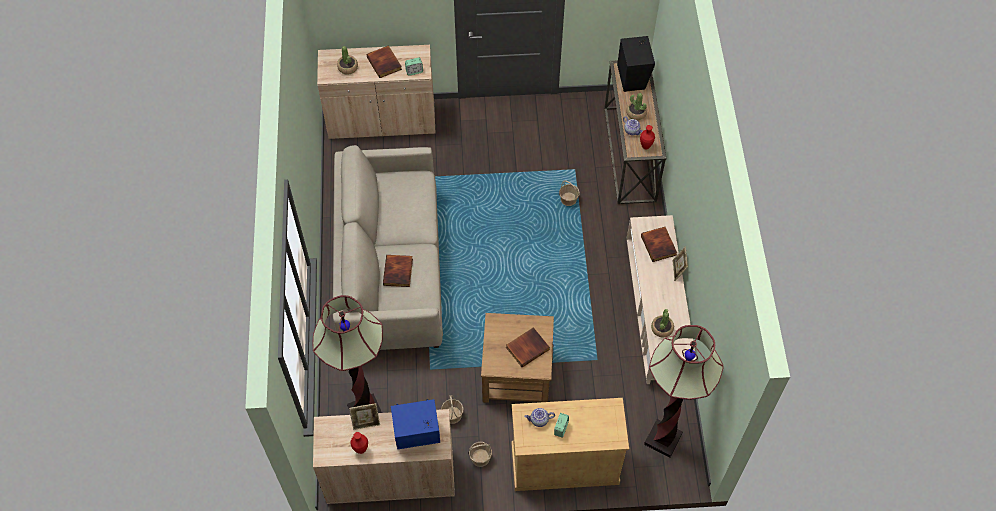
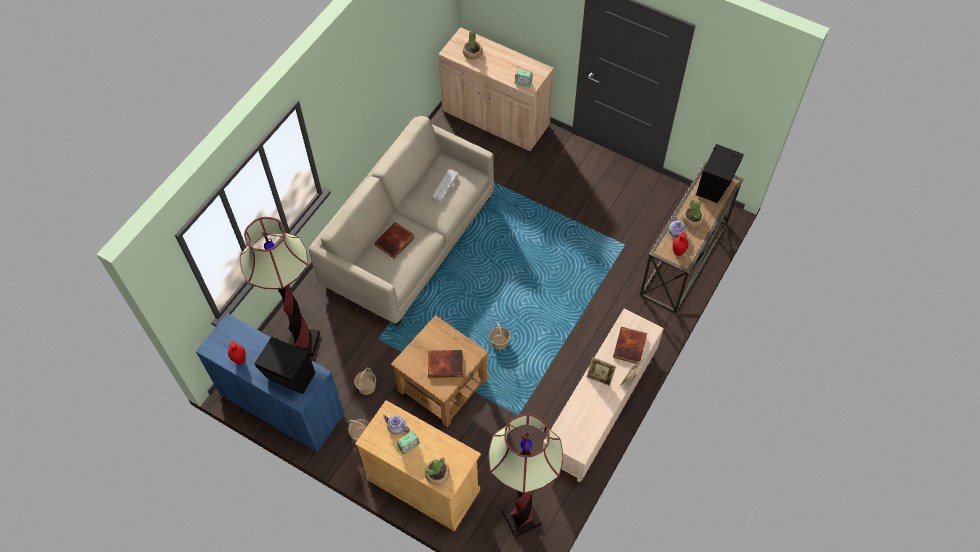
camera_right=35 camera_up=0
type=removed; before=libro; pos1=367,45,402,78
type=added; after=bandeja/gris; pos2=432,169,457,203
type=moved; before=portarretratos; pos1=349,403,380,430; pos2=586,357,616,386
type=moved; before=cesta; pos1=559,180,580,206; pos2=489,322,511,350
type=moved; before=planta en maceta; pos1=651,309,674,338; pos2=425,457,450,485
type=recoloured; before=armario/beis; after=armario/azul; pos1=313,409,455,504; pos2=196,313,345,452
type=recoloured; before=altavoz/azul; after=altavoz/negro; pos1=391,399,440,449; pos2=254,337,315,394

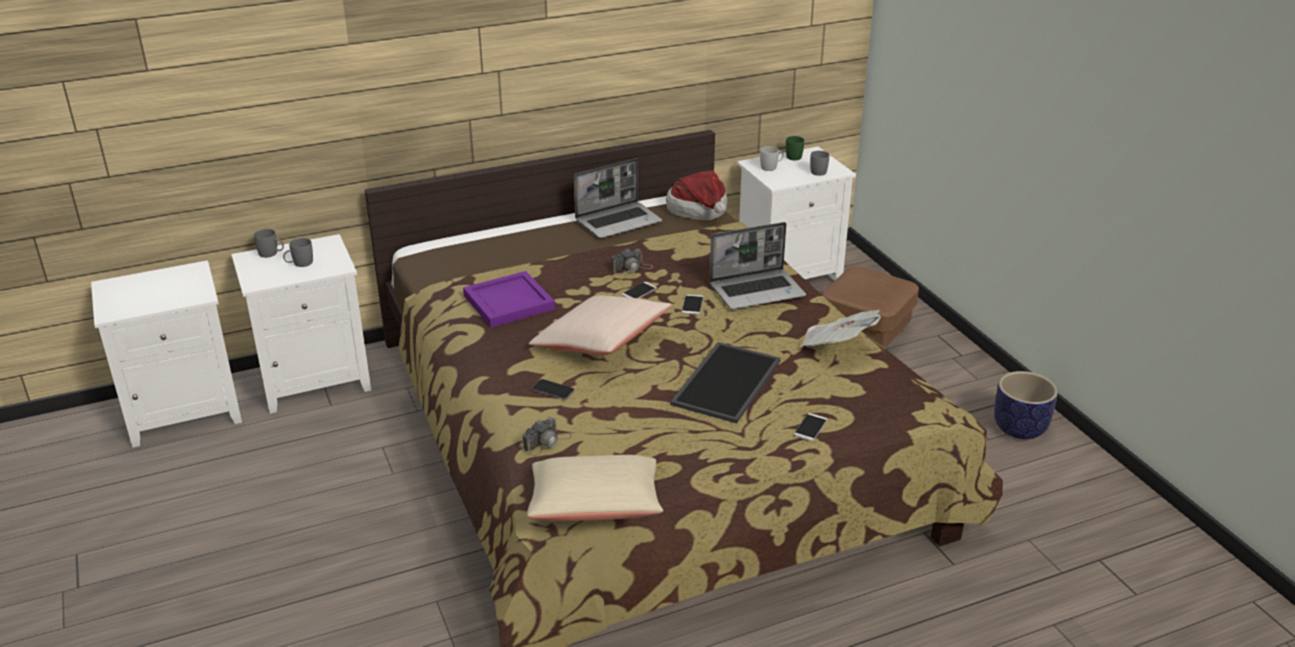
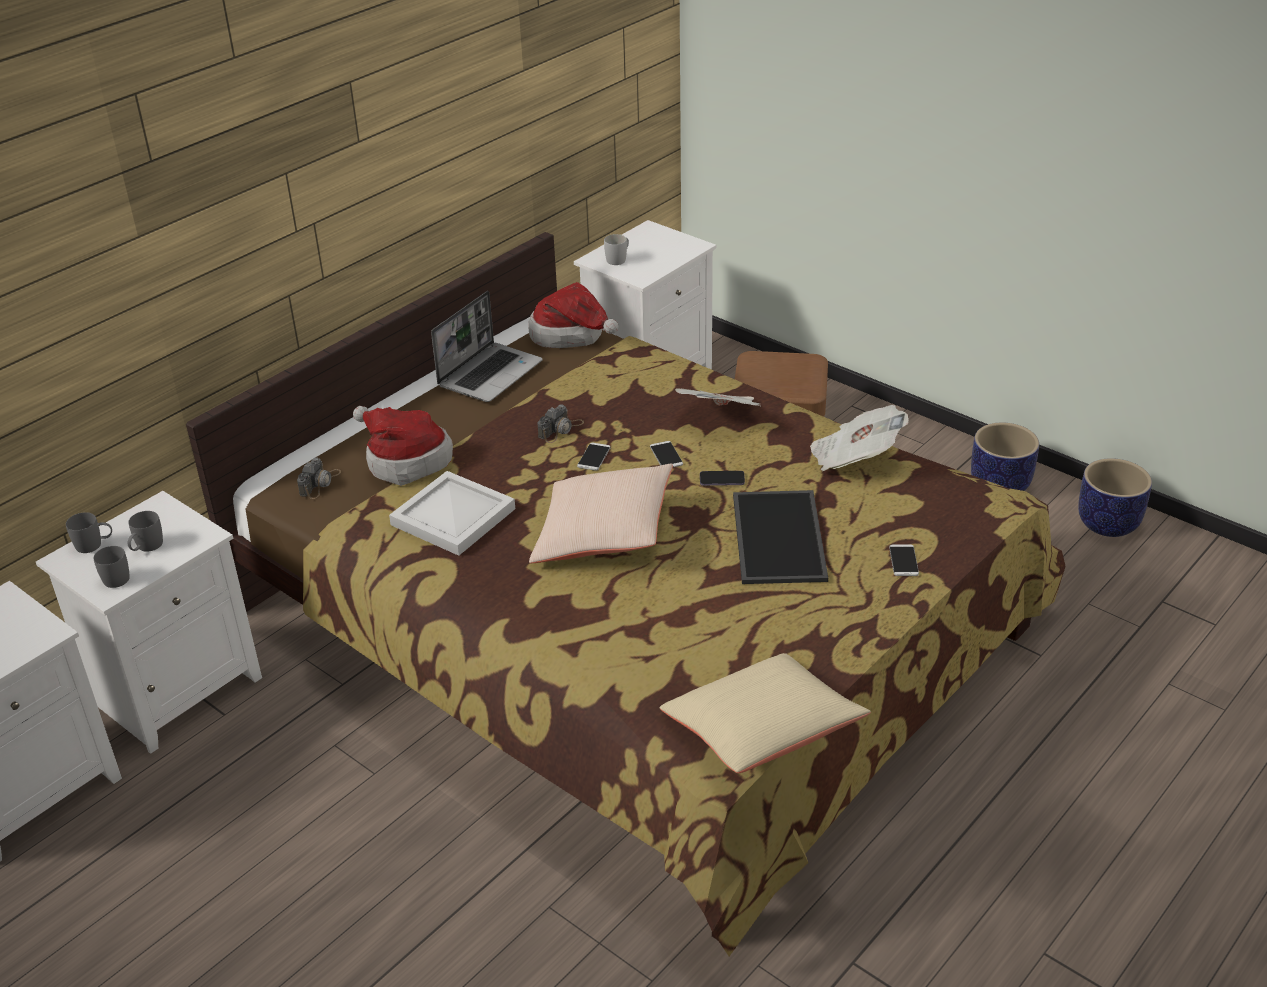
camera_right=-25 camera_up=5
type=removed; before=taza grande/verde; pos1=786,136,804,160
type=added; after=sombrero; pos2=353,406,453,486
type=added; after=maceta; pos2=1078,458,1152,537
type=moved; before=cámara; pos1=523,417,572,456; pos2=297,457,341,499
type=moved; before=móvil; pos1=532,379,574,400; pos2=700,471,745,486
type=moved; before=taza grande/gris; pos1=810,151,829,176; pos2=93,546,130,588
type=replaced; before=portátil; after=periódico; pos1=709,222,806,310; pos2=675,388,762,407
type=recoloured; before=bandeja/morado; after=bandeja/blanco; pos1=463,271,555,327; pos2=389,471,515,556

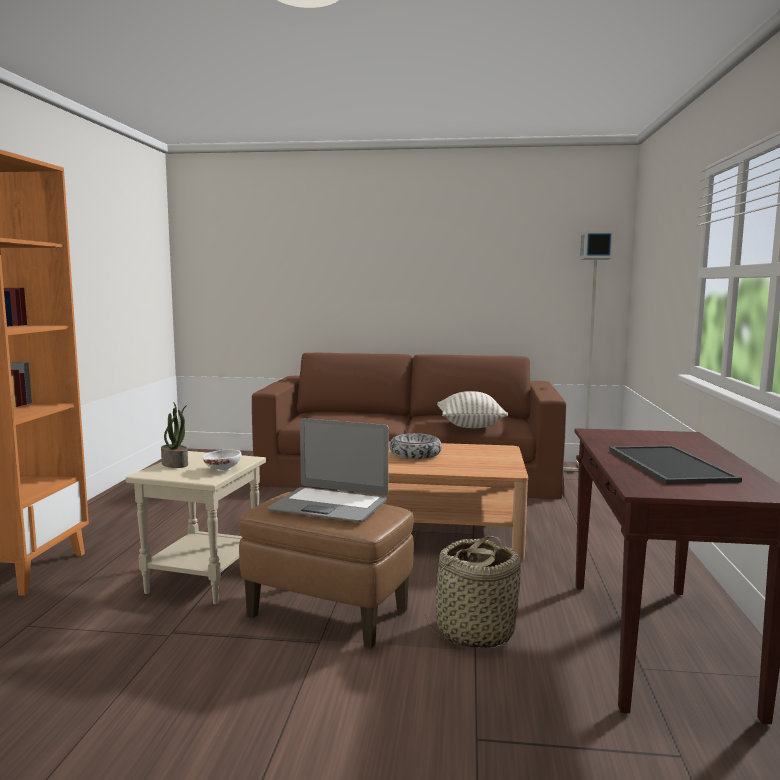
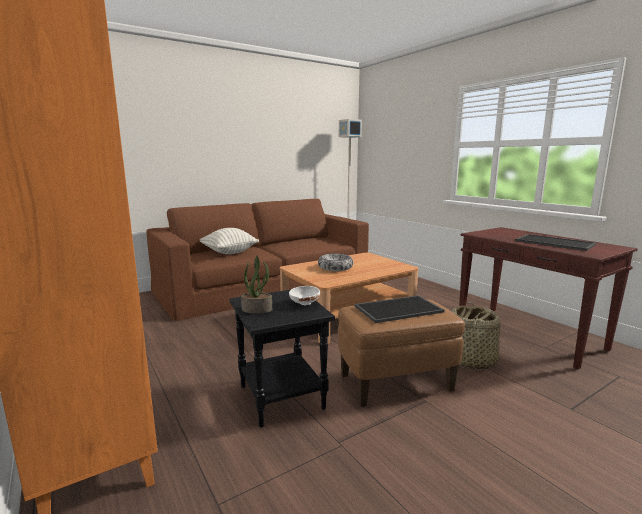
camera_right=-40 camera_up=5
type=moved; before=cojín; pos1=437,391,508,428; pos2=200,228,259,254
type=replaced; before=portátil; after=bandeja; pos1=267,418,389,522; pos2=355,295,445,323
type=recoloured; before=mesa auxiliar/beis; after=mesa auxiliar/negro; pos1=126,451,266,604; pos2=230,290,335,427

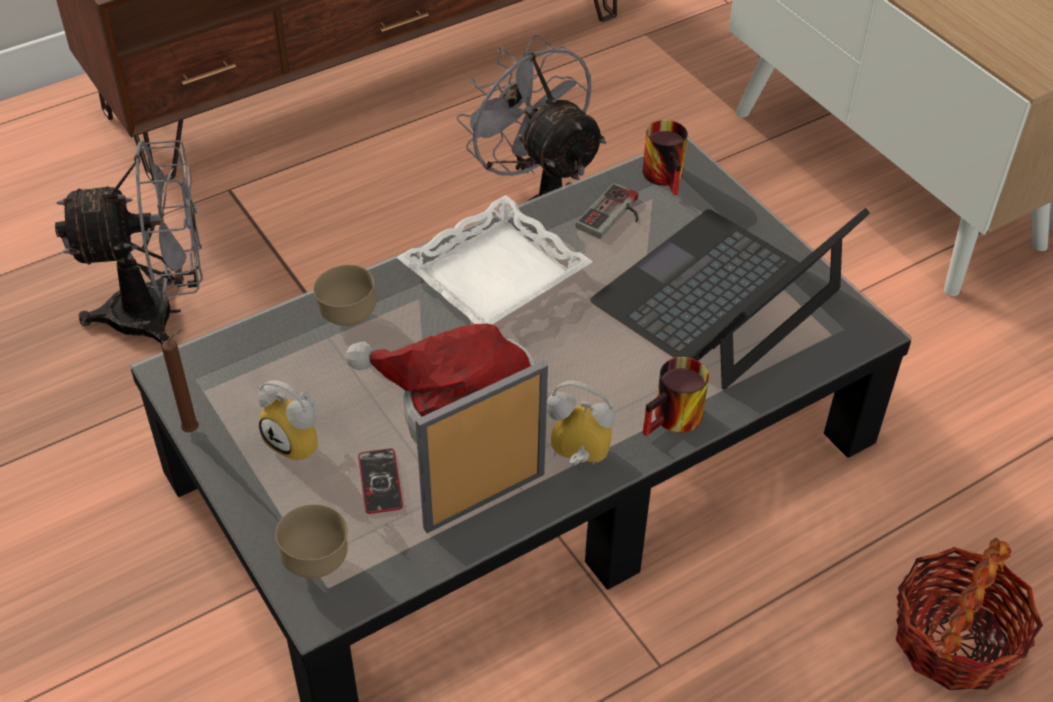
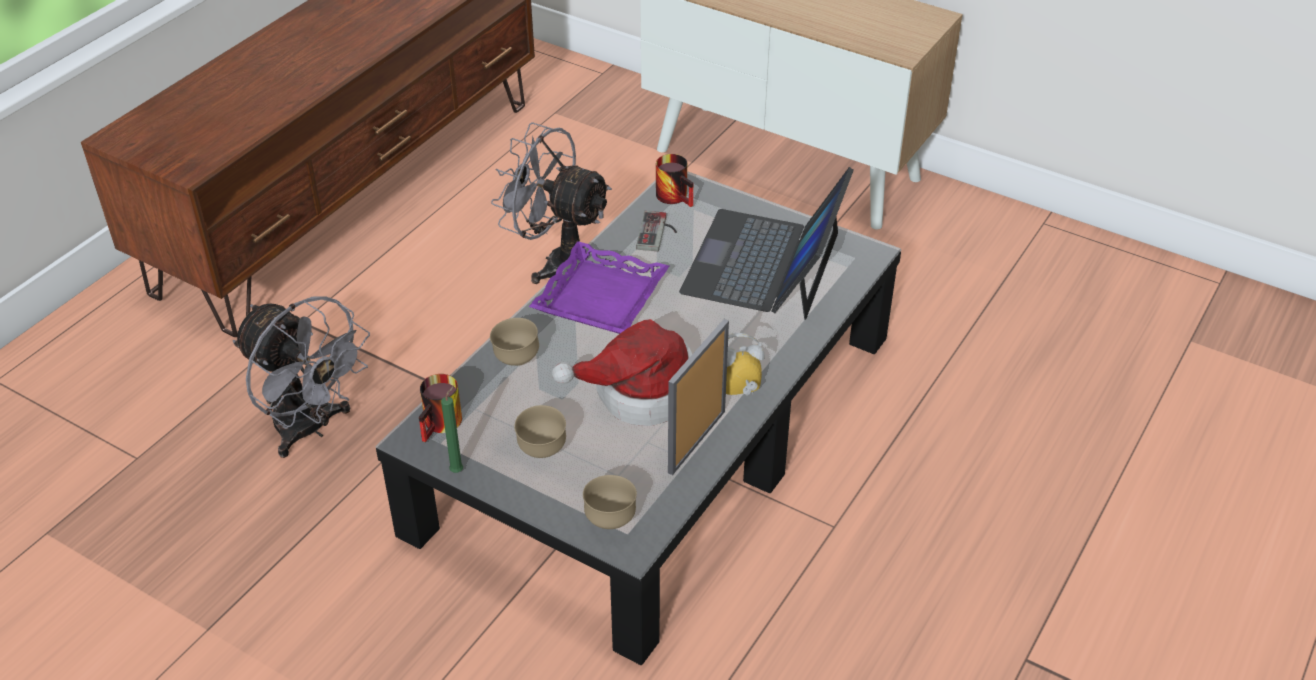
camera_right=-25 camera_up=-5
type=removed; before=móvil; pos1=358,448,403,514
type=removed; before=cesta; pos1=896,538,1043,690
type=moved; before=taza grande; pos1=643,357,709,436; pos2=419,374,462,442
type=replaced; before=despertador; after=cuenco/marrón; pos1=258,380,319,463; pos2=514,405,566,458
type=recoloured; before=vela/marrón; after=vela/verde; pos1=162,329,199,432; pos2=441,385,463,473
type=recoloured; before=bandeja/blanco; after=bandeja/morado; pos1=397,195,593,324; pos2=529,241,669,334
type=turned; before=ventilador/gris; pos1=55,140,203,347; pos2=233,296,370,458; turn=75

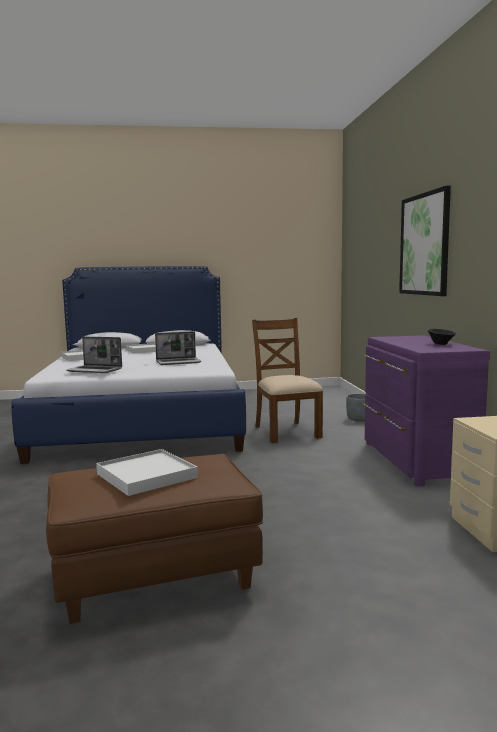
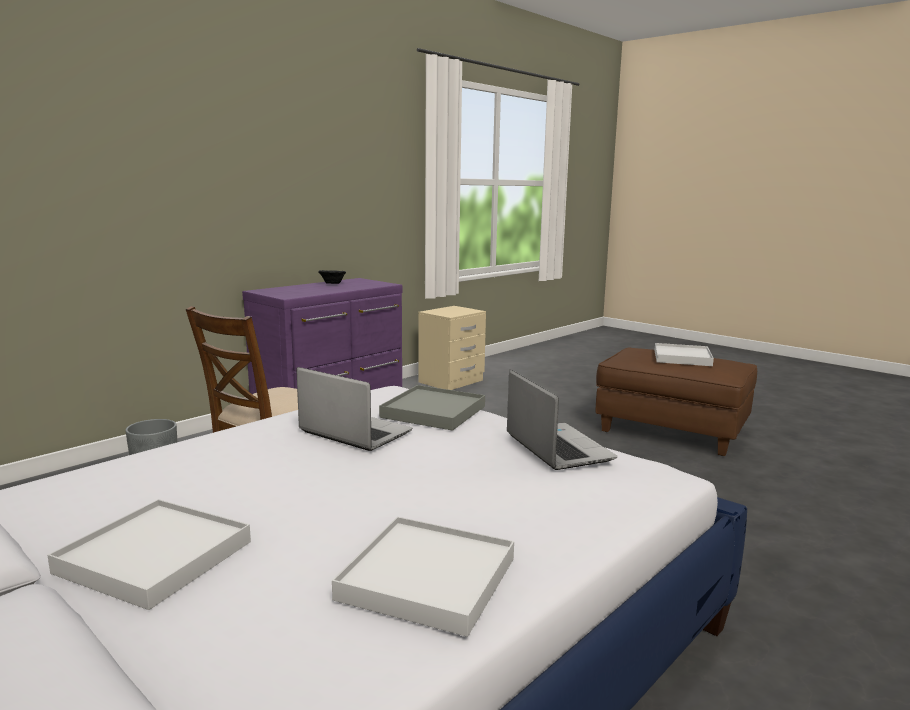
camera_right=-130 camera_up=5
type=removed; before=cuadro; pos1=399,186,451,296
type=added; after=bandeja/gris; pos2=379,385,485,431

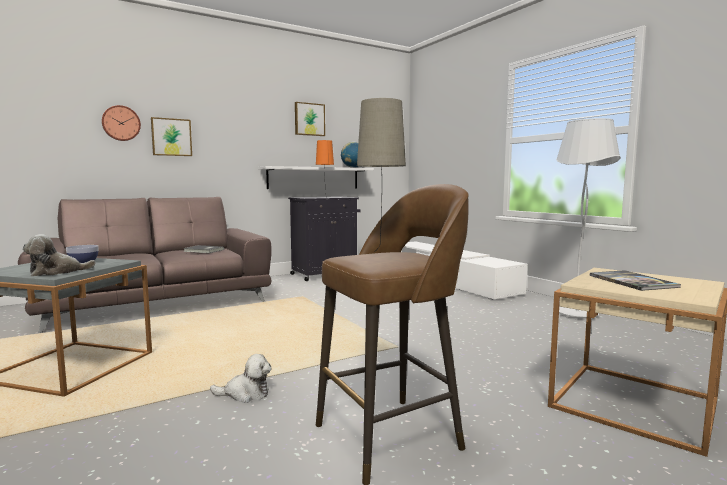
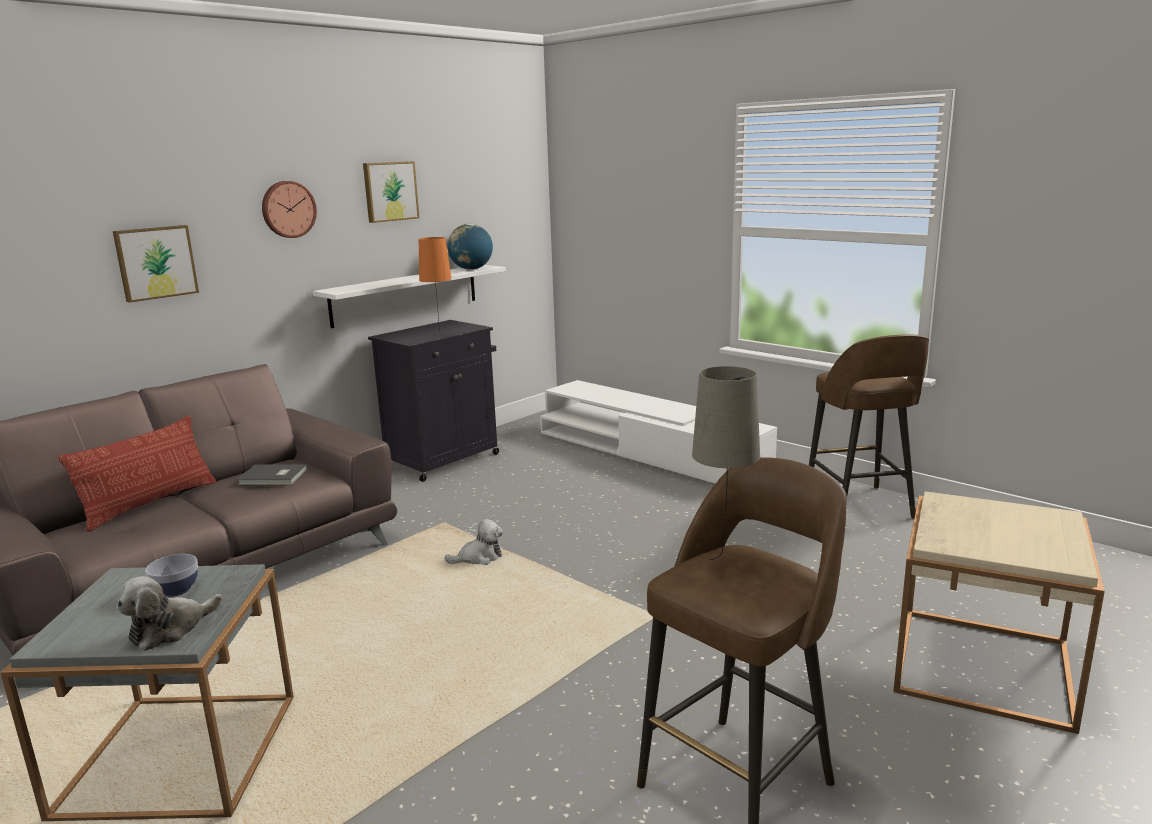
camera_right=-15 camera_up=10
type=removed; before=libro; pos1=589,270,681,291
type=added; after=cojín; pos2=58,416,216,532
type=moved; before=reloj de pared; pos1=102,105,141,141; pos2=262,181,317,238
type=moved; before=peluche; pos1=210,354,271,403; pos2=445,519,503,565
type=replaced; before=lámpara de pie/blanco; after=taburete/marrón; pos1=556,118,621,320; pos2=809,334,929,519

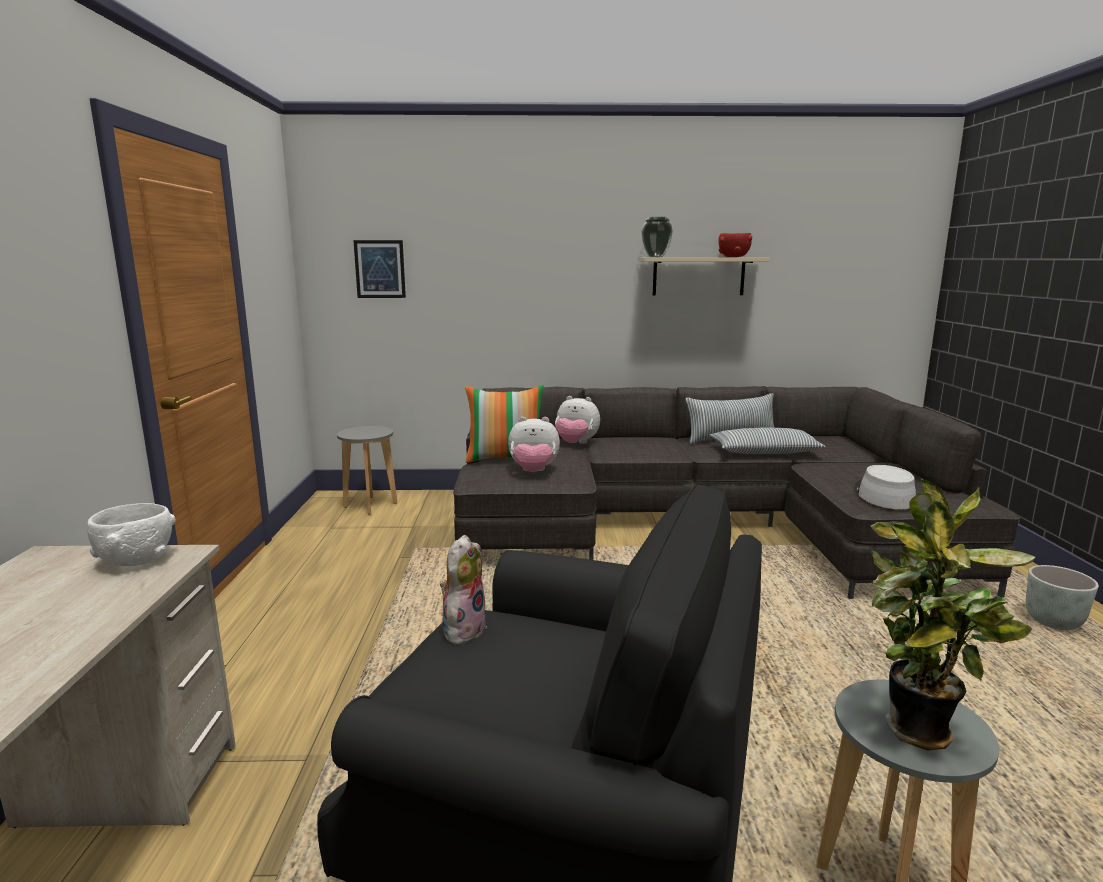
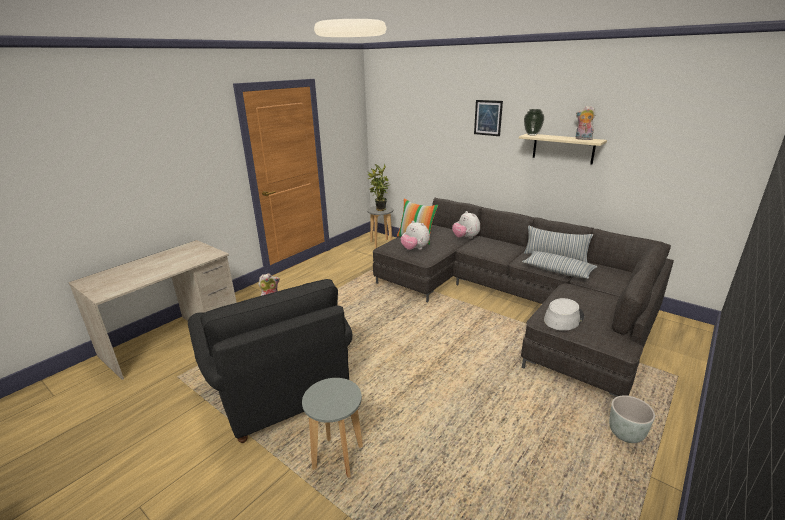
camera_right=40 camera_up=10
type=removed; before=cuenco/blanco; pos1=87,503,175,566
type=moved; before=cuadro; pos1=353,240,406,298; pos2=474,100,503,136
type=moved; before=planta en maceta; pos1=871,478,1035,751; pos2=367,164,389,211
type=replaced; before=cuenco/rojo; after=peluche; pos1=719,233,752,257; pos2=576,106,595,140

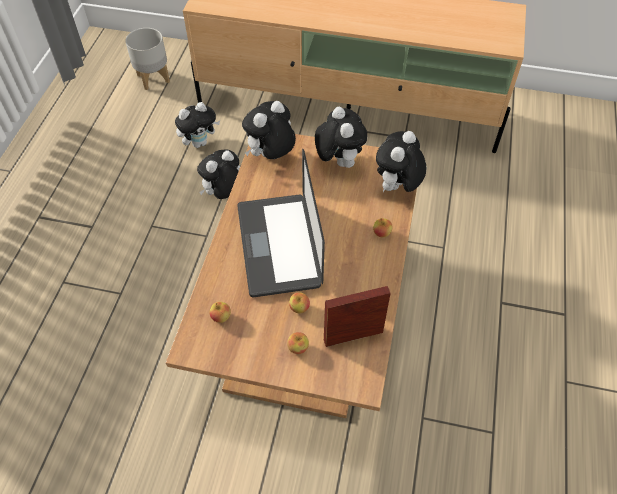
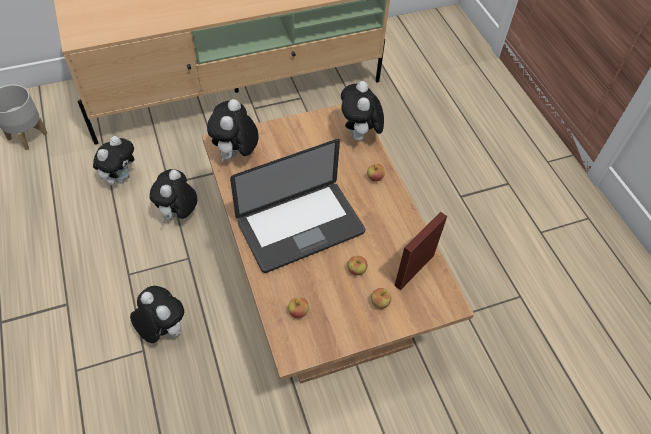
camera_right=-35 camera_up=0
type=moved; before=peluche; pos1=315,107,367,168; pos2=130,286,184,343
type=turned; before=portátil; pos1=237,149,325,297; pos2=230,139,366,273; turn=-75

